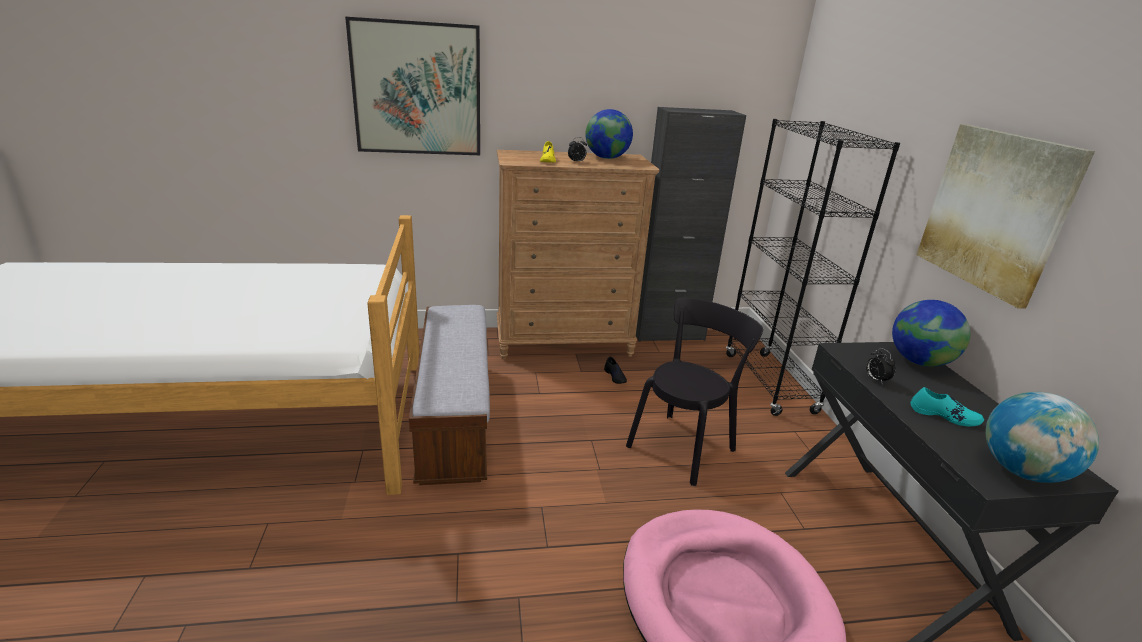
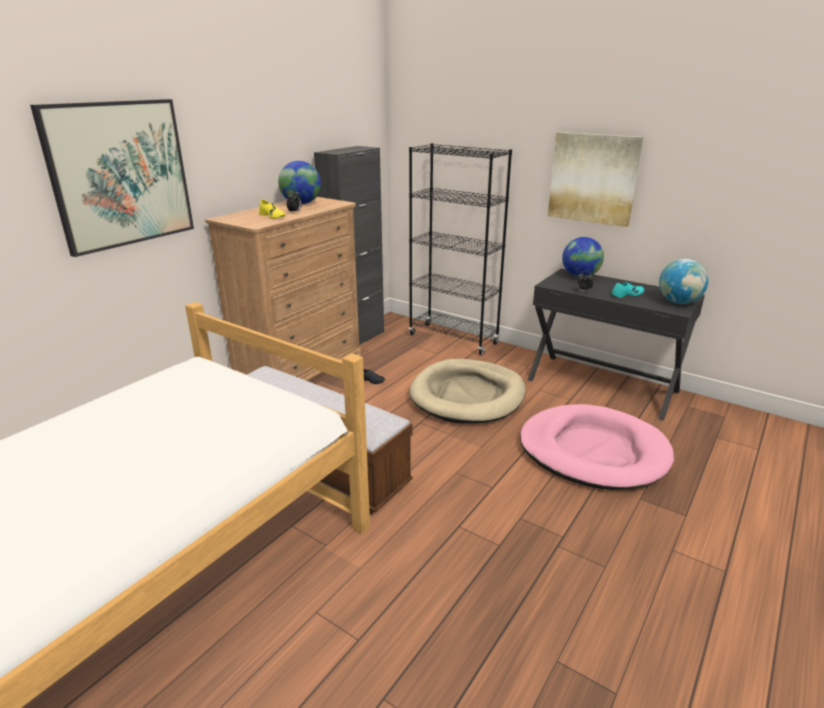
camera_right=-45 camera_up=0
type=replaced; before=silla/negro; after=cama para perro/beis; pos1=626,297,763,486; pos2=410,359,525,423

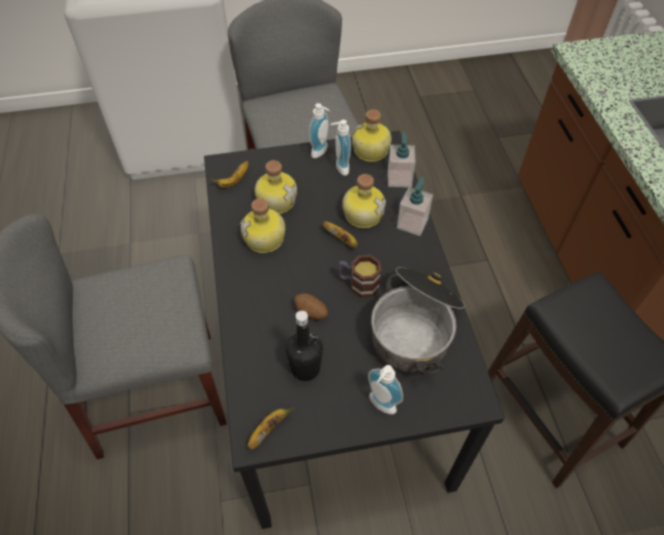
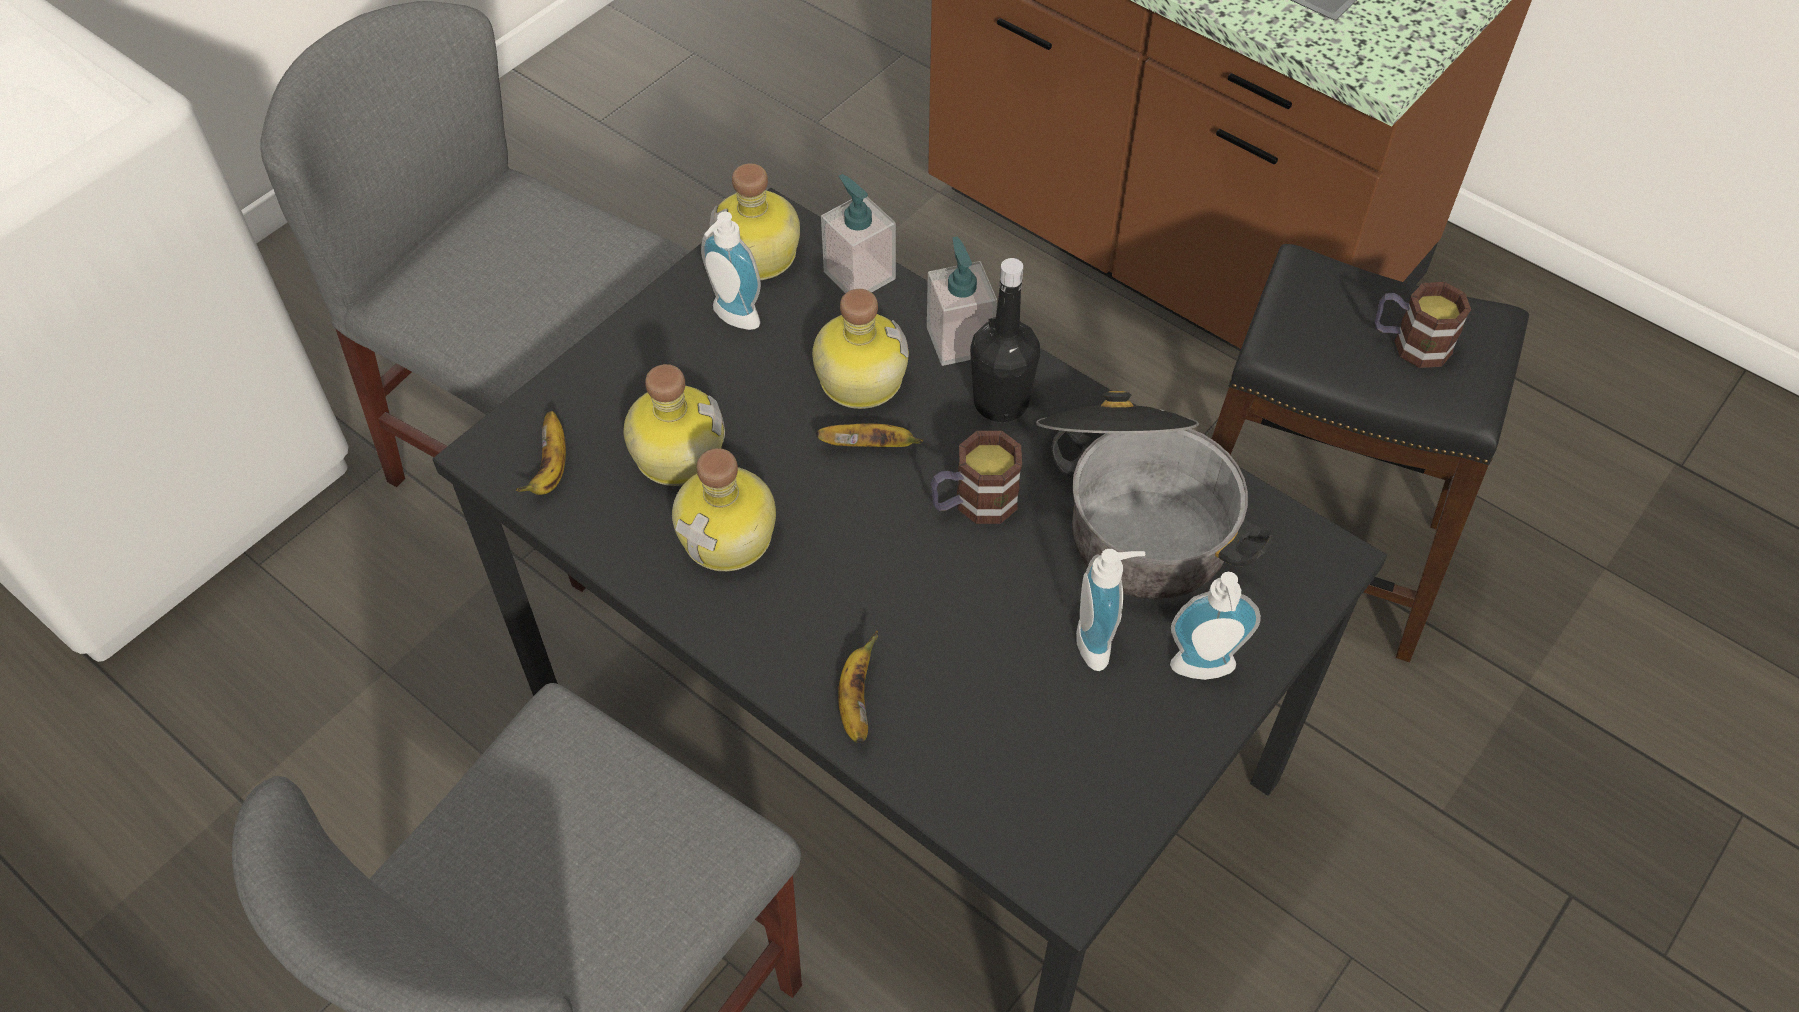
camera_right=-40 camera_up=0
type=removed; before=patata; pos1=295,294,328,320
type=added; after=taza grande; pos2=1375,282,1471,368
type=moved; before=plátano; pos1=247,407,294,450; pos2=838,631,878,743
type=moved; before=botella/negro; pos1=286,310,323,381; pos2=970,258,1040,422
type=moved; before=dispensador de jabón; pos1=309,103,330,158; pos2=1076,549,1145,671

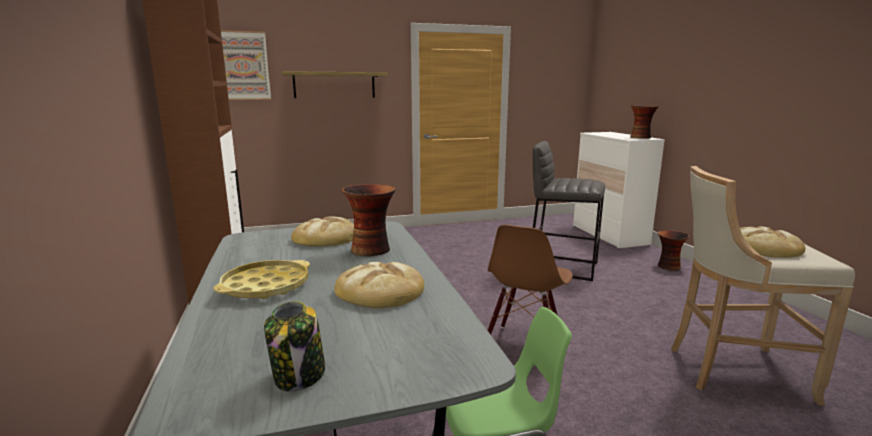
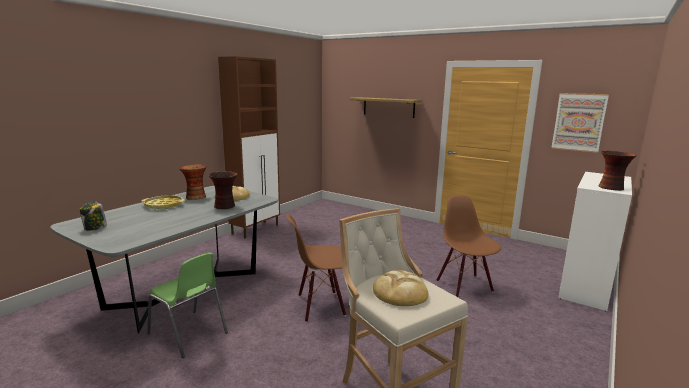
camera_right=50 camera_up=0
type=removed; before=pan; pos1=334,262,424,308
type=moved; before=cuadro; pos1=221,30,271,100; pos2=551,93,609,153
type=moved; before=florero; pos1=658,230,689,271; pos2=179,165,207,200
type=replaced; before=taburete/gris; after=silla/marrón; pos1=533,141,605,281; pos2=436,195,502,297

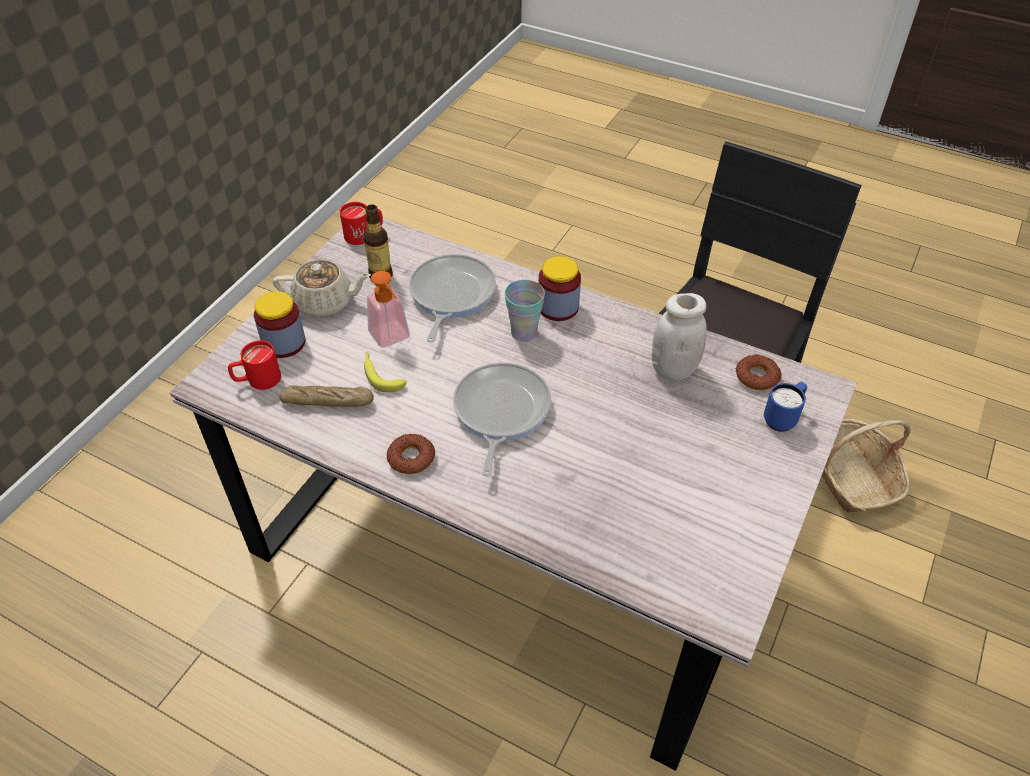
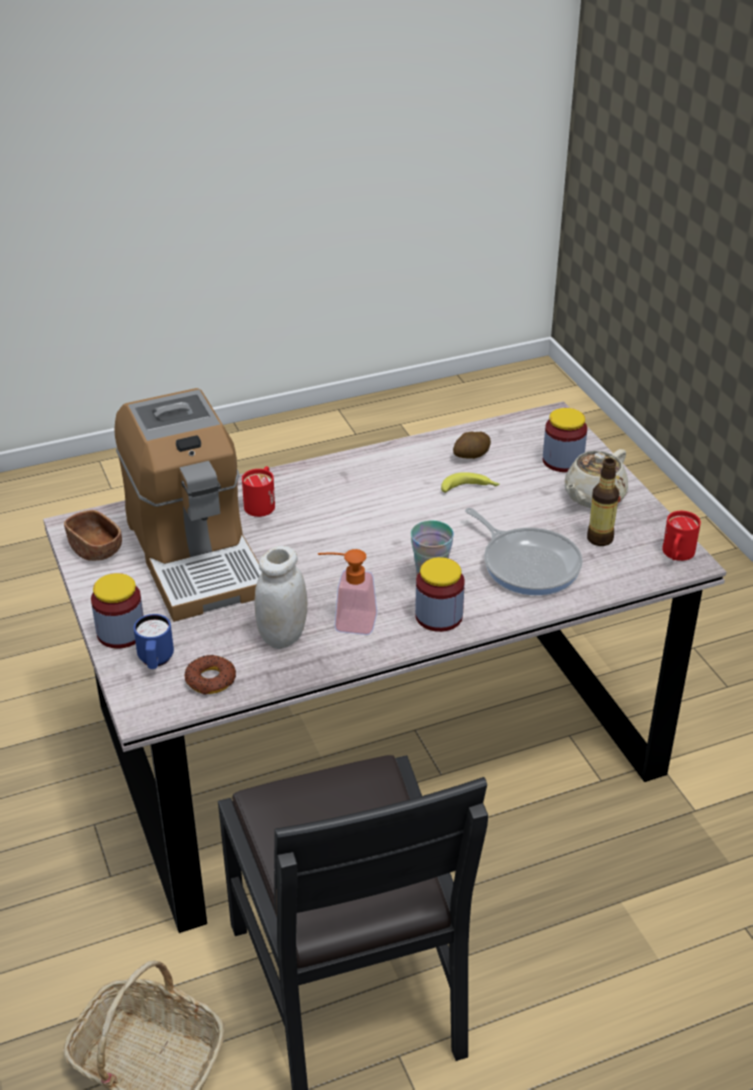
camera_right=130 camera_up=-10
type=removed; before=rosquilla; pos1=387,434,435,474
type=removed; before=sartén; pos1=453,363,551,476
type=added; after=cuenco/marrón; pos2=64,510,122,561
type=added; after=tarro; pos2=91,573,144,649
type=added; after=cafetera; pos2=114,388,262,622
type=moved; before=taza grande/rojo; pos1=228,340,281,390; pos2=242,466,275,517
type=moved; before=dispensador de jabón; pos1=367,271,410,348; pos2=318,549,377,635
type=replaced; before=pan; after=patata; pos1=279,385,374,407; pos2=453,431,491,459

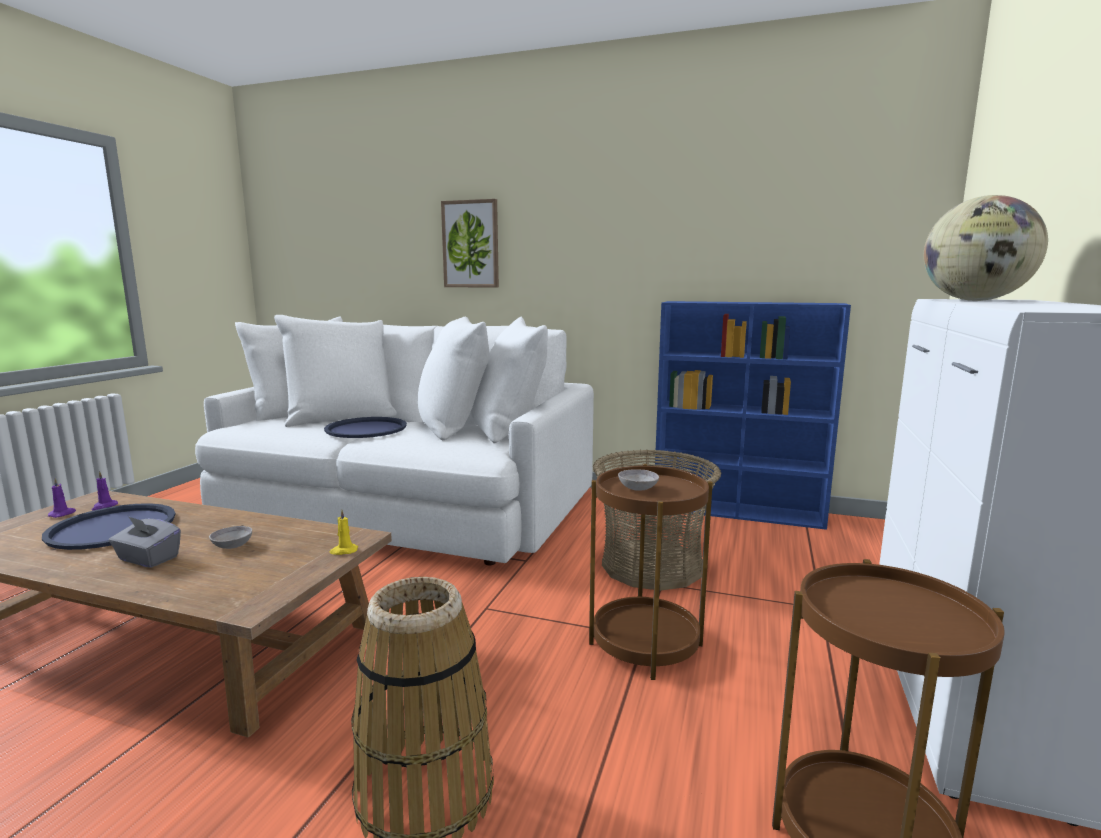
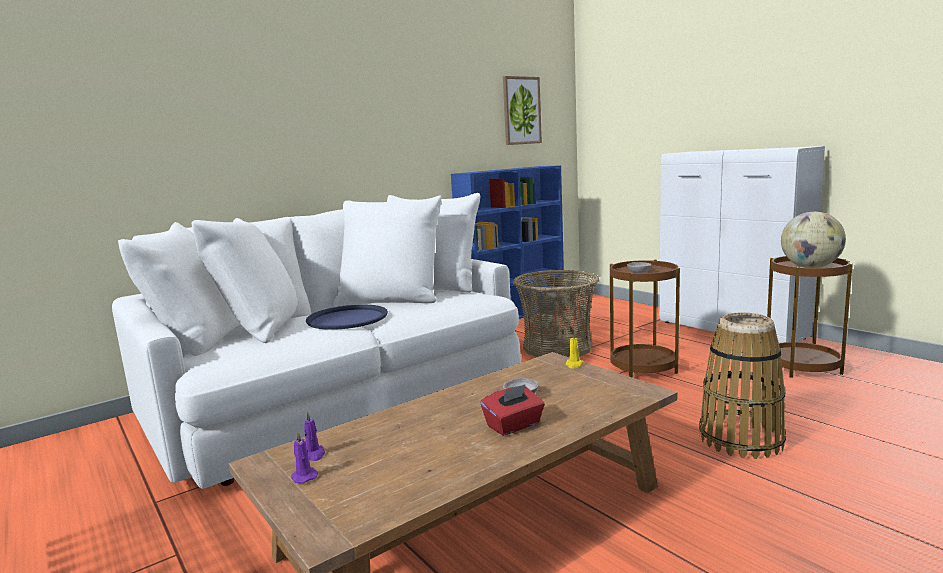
camera_right=-55 camera_up=0
type=removed; before=bandeja/azul; pos1=42,503,176,550
type=moved; before=cuadro; pos1=441,199,499,288; pos2=503,76,542,145
type=moved; before=globo terráqueo; pos1=923,195,1048,301; pos2=781,212,846,268
type=recoloured; before=caja de pañuelos/gris; after=caja de pañuelos/rojo; pos1=109,516,181,568; pos2=480,384,545,436

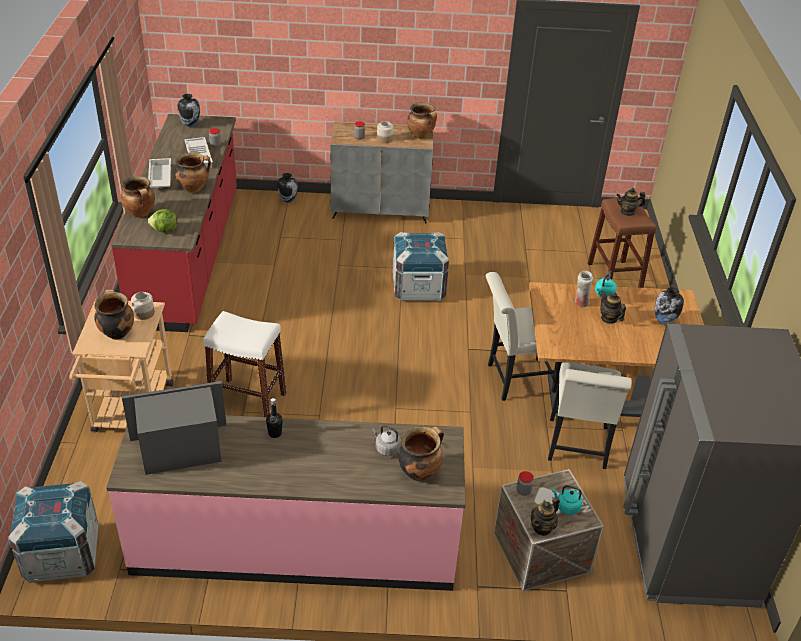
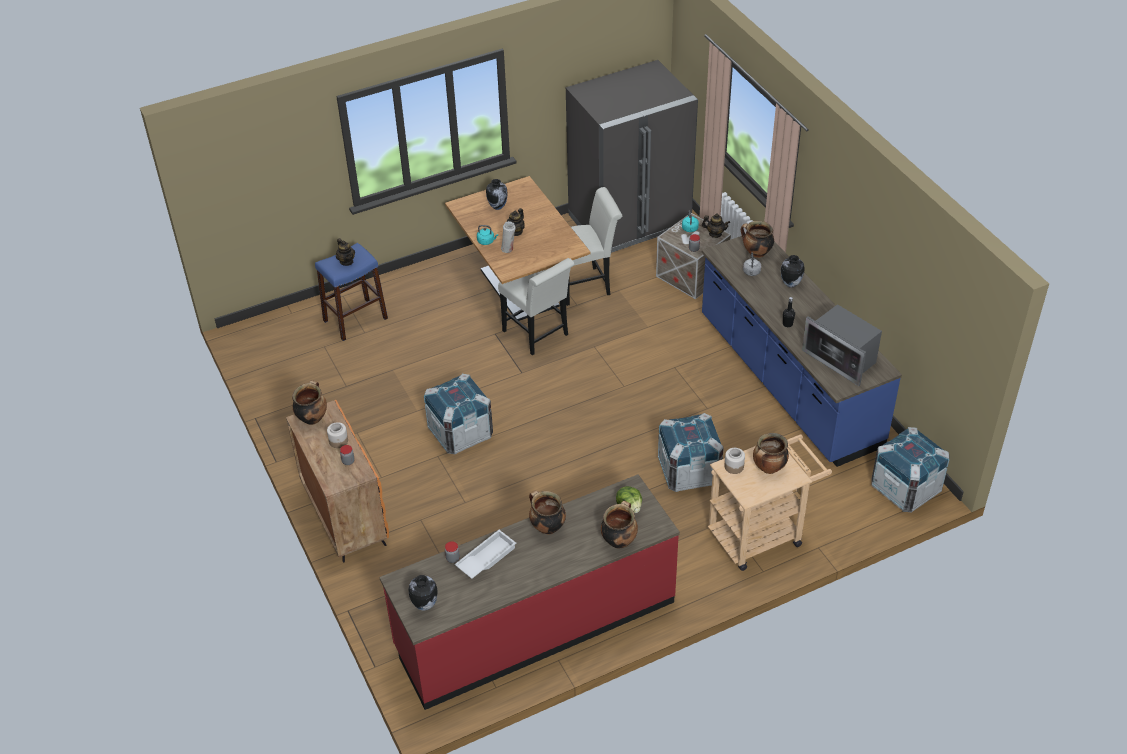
camera_right=-115 camera_up=5
type=removed; before=bandeja/blanco; pos1=148,158,171,188
type=moved; before=florero; pos1=277,173,298,203; pos2=781,255,805,288
type=replaced; before=taburete/blanco; after=caja de embalaje; pos1=203,311,286,417; pos2=658,413,724,492
type=recoloured; before=mueble bajo de cocina/rosa; after=mueble bajo de cocina/azul; pos1=106,415,466,591; pos2=702,236,902,467
type=recoloured; before=armario/gris; after=armario/naranja; pos1=330,122,433,223; pos2=286,400,389,563
type=recoloured; before=taburete/marrón; after=taburete/azul; pos1=588,198,656,288; pos2=315,243,388,341

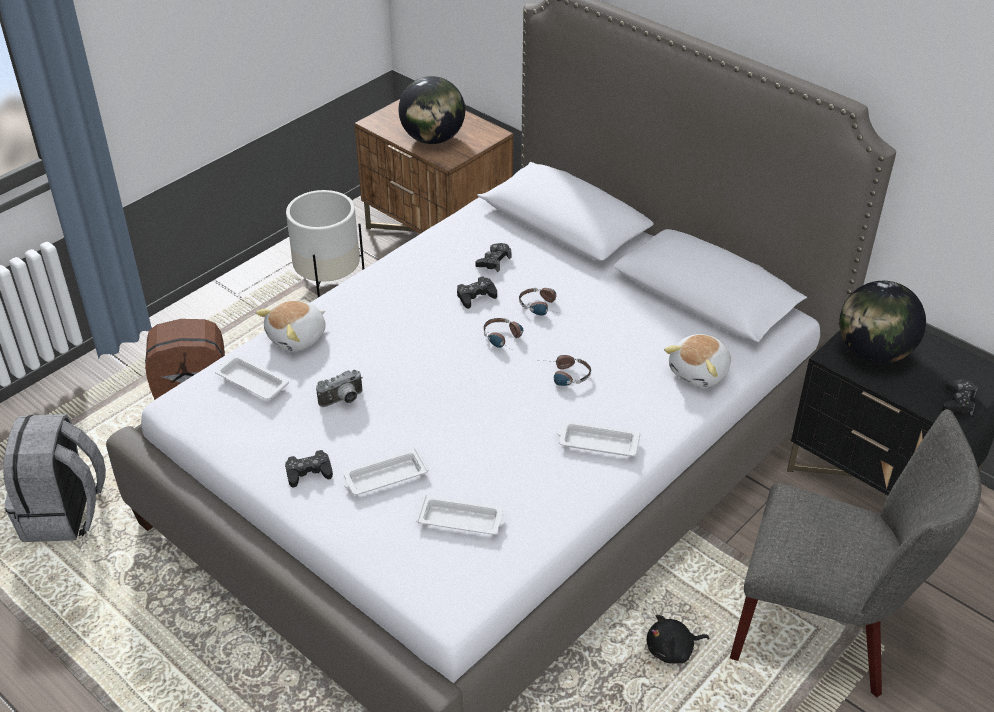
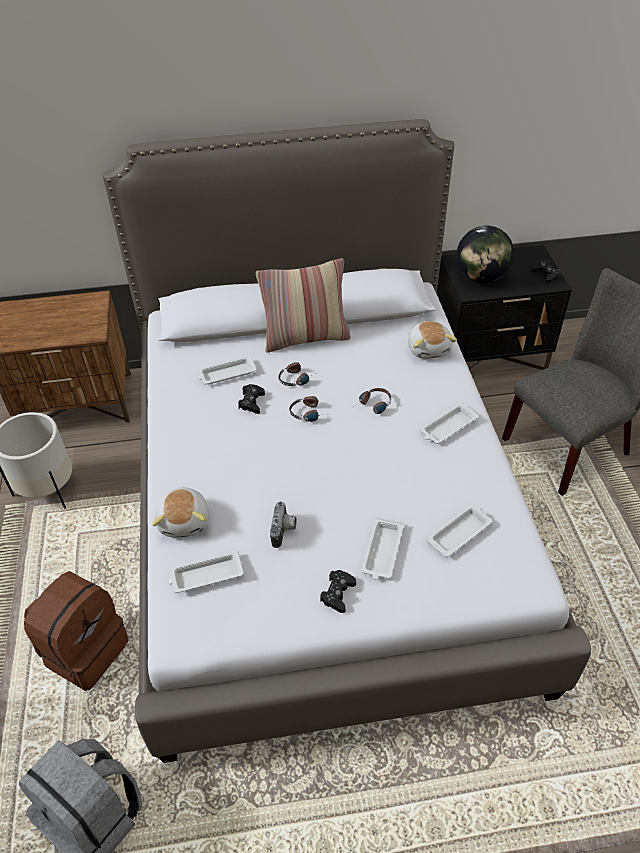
camera_right=-50 camera_up=5
type=removed; before=globo terráqueo; pos1=399,76,465,144
type=removed; before=peluche/negro; pos1=647,615,709,664
type=added; after=cojín; pos2=256,258,351,353
type=replaced; before=mando de consola/negro; after=bandeja/blanco; pos1=476,243,512,272; pos2=198,355,257,385

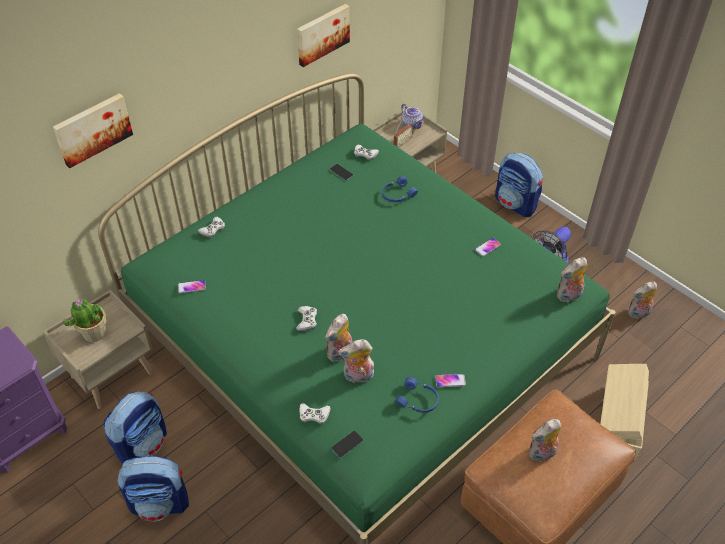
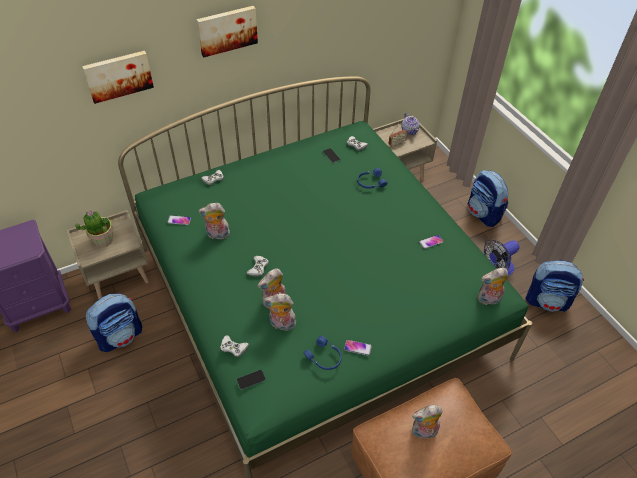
camera_right=15 camera_up=0
type=removed; before=caja de almacenaje/beis; pos1=600,364,649,461
type=moved; before=mochila; pos1=118,456,189,521; pos2=525,261,584,312
type=moved; before=cuadro; pos1=297,4,350,67; pos2=197,6,258,57
type=moved; before=peluche; pos1=628,282,657,319; pos2=198,203,232,240

